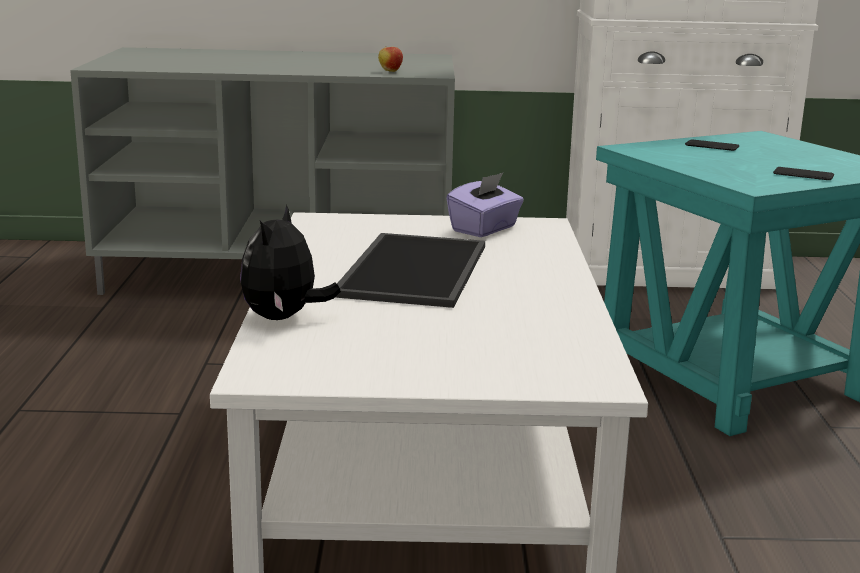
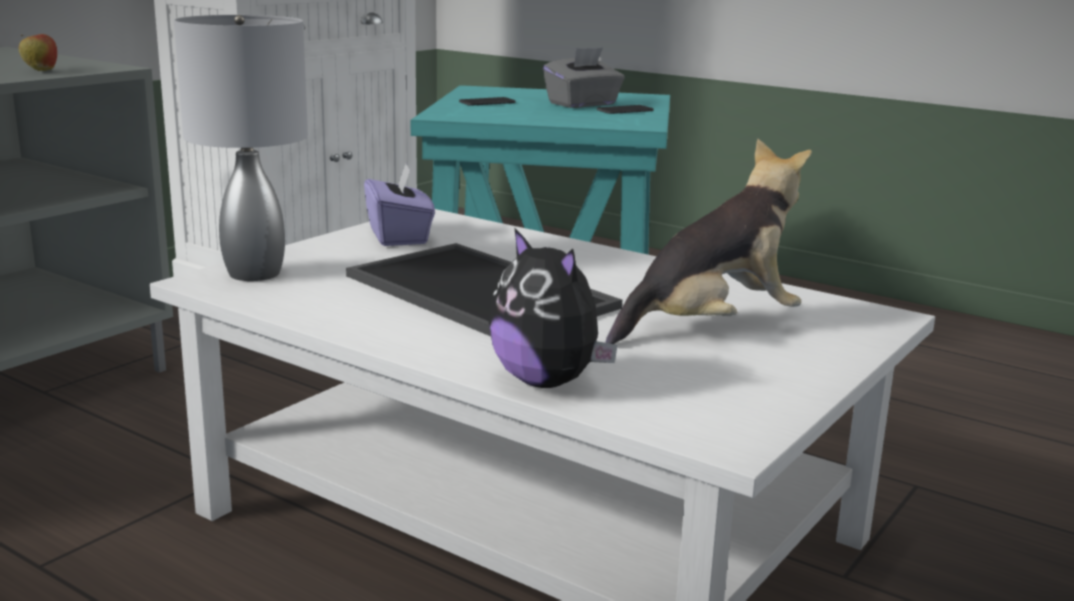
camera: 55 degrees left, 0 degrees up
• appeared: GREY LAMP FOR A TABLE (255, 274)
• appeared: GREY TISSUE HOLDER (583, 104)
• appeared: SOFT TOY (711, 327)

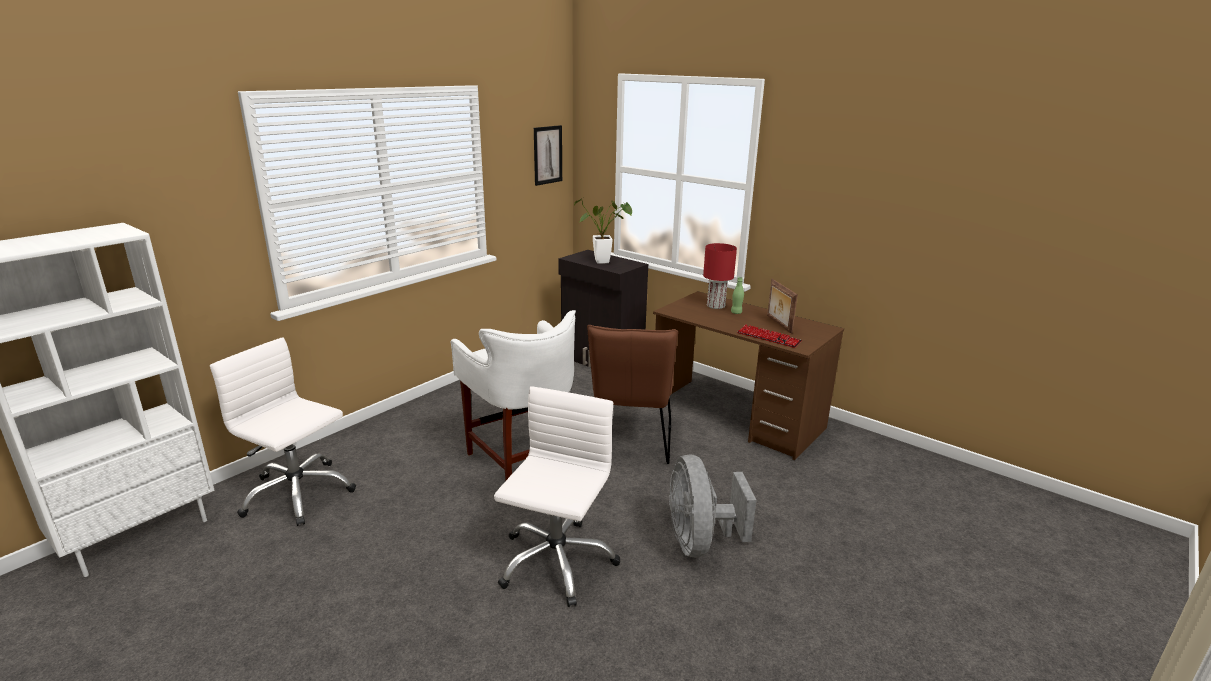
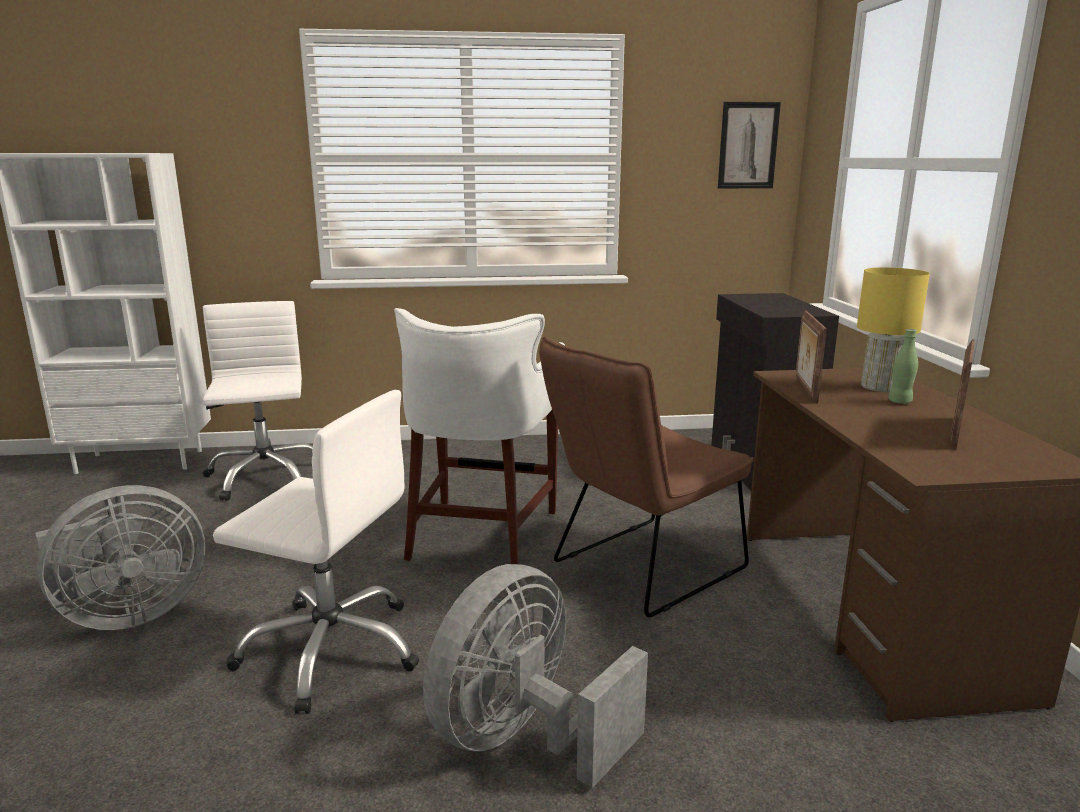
camera: 45 degrees right, 5 degrees down
• missing: PLANT IN A POT (606, 261)
• colour: RED-COLOURED LAMP FOR A TABLE (715, 306) to YELLOW LAMP FOR A TABLE (878, 386)
• missing: PC KEYBOARD (768, 337)
• spun: WHITE DESK CHAIR (556, 561) = (332, 649) 45 degrees clockwise
• appeared: PICTURE FRAME (805, 389)
• appeared: GREY COOLING FAN (128, 614)

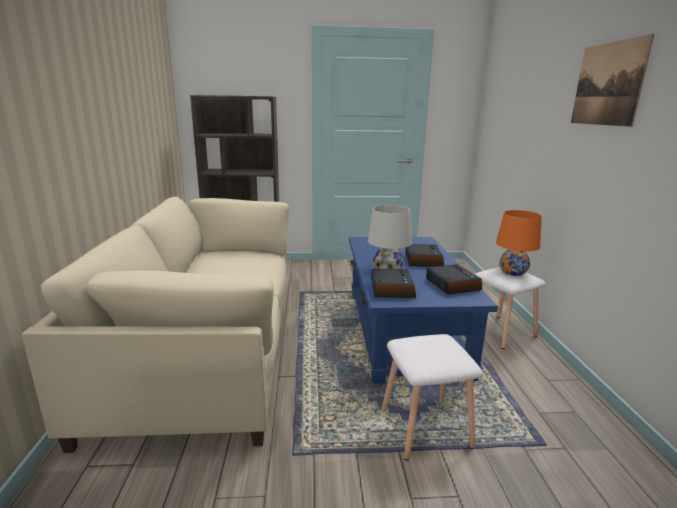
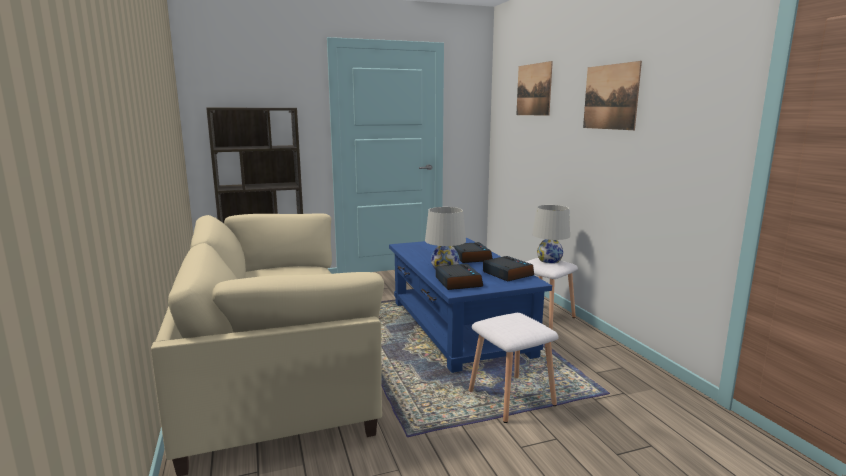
camera: 15 degrees left, 5 degrees down
• colour: ORANGEY LAMP FOR A TABLE (512, 272) to WHITE LAMP FOR A TABLE (549, 260)
• appeared: PICTURE (533, 89)

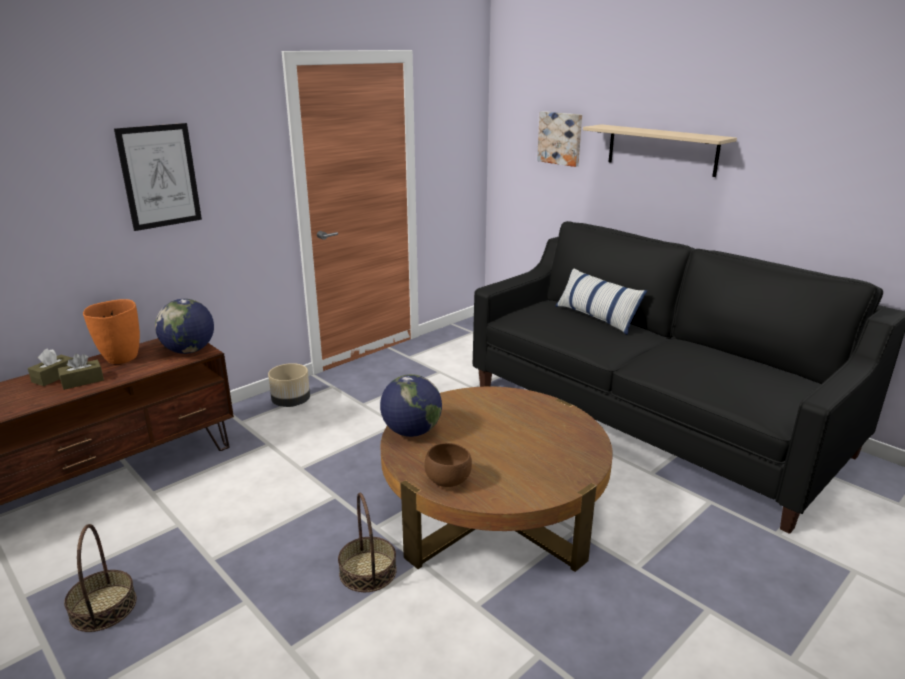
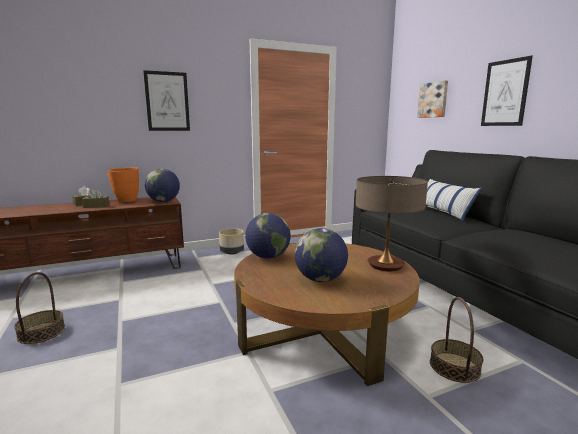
camera: 20 degrees right, 10 degrees down
• exchanged: BEIGE SHELF (661, 150) to PICTURE (505, 93)
• missing: BROWNISH BOWL (448, 481)
• relocated: STORAGE BASKET (368, 571) to (455, 367)
• appeared: LAMP FOR A TABLE (385, 265)
• appeared: DESK GLOBE (320, 279)

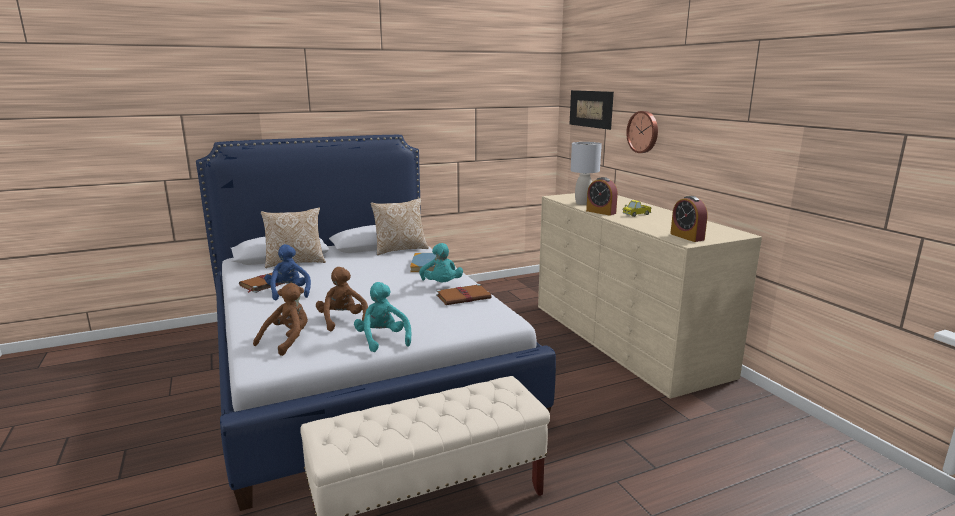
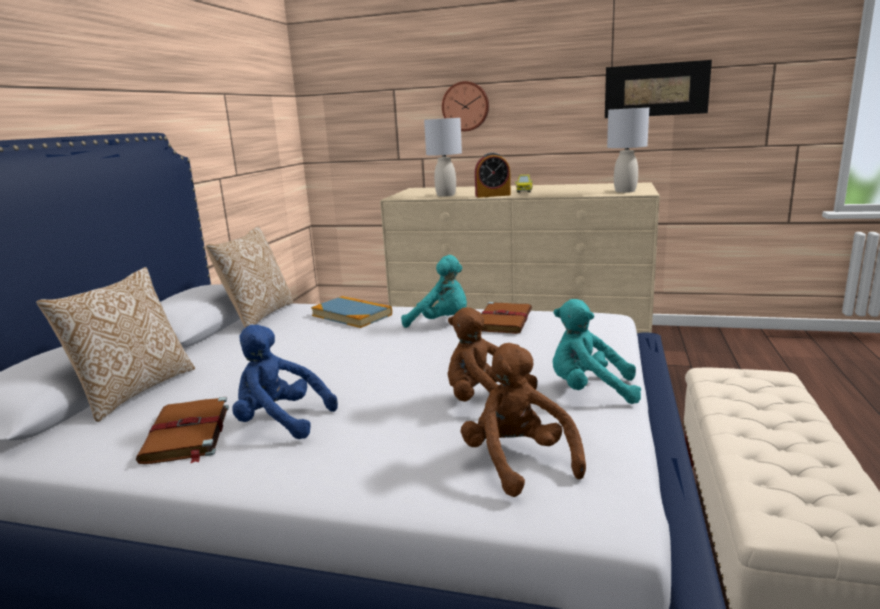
camera: 50 degrees left, 0 degrees up
• relocated: PICTURE (590, 109) to (656, 90)
• exchanged: TABLE CLOCK (687, 237) to GREY LAMP FOR A TABLE (625, 191)

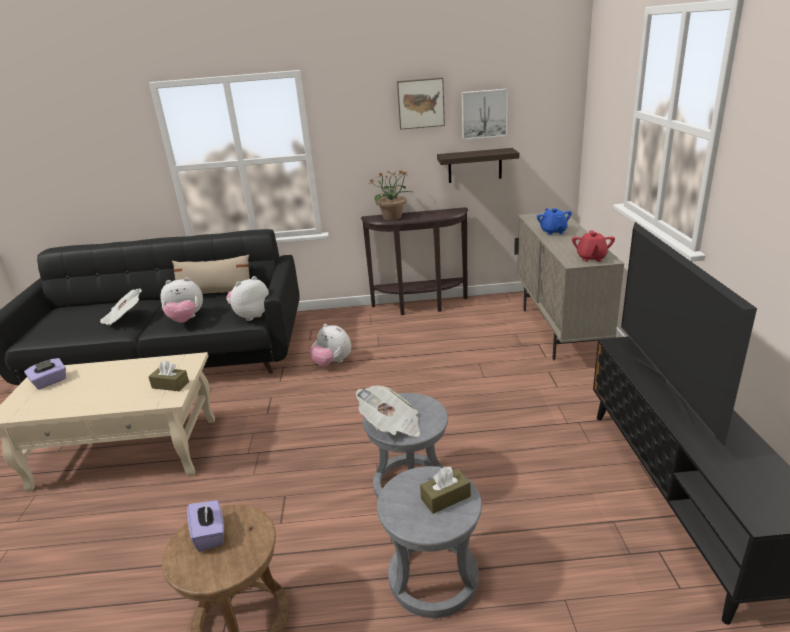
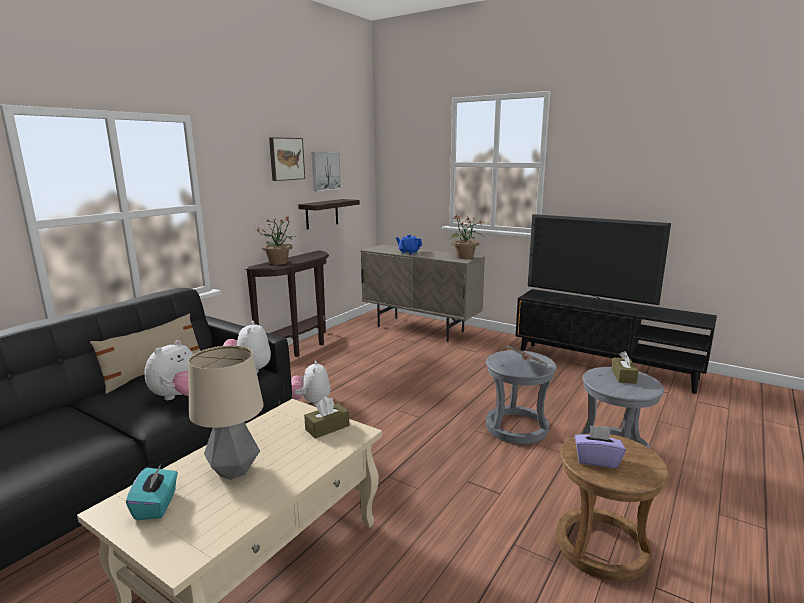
camera: 55 degrees left, 10 degrees down
• exchanged: RED-COLOURED TEA POT (591, 258) to PLANT IN A POT (465, 257)
• missing: DAILY PAPER (124, 318)
• spun: SOFT TOY (332, 363) = (311, 402) 105 degrees clockwise
• colour: PURPLE TISSUE HOLDER (50, 382) to TURQUOISE-COLOURED TISSUE HOLDER (156, 505)
• appeared: LAMP FOR A TABLE (233, 471)

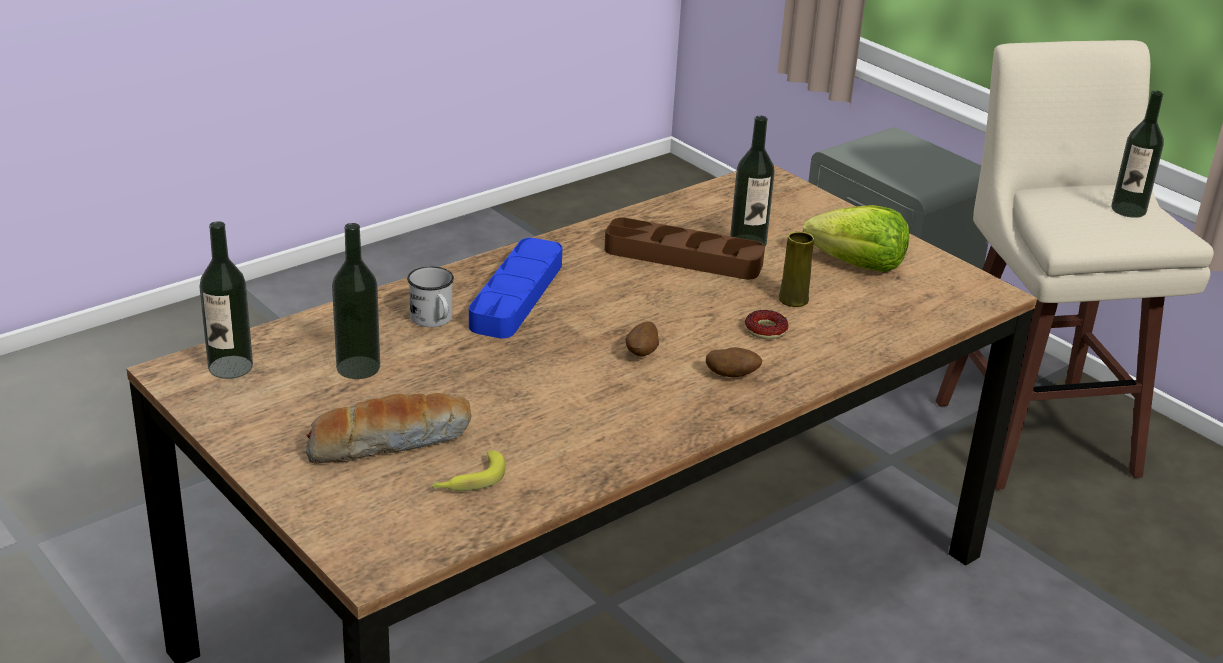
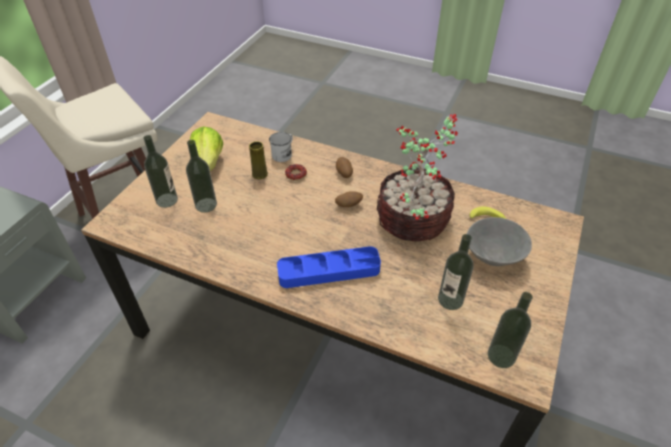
camera: 115 degrees left, 15 degrees up
• relocated: BOTTLE (1128, 210) to (167, 200)
• missing: BROWNISH TRAY (683, 257)
• relocated: WHITE TEA MUG (434, 320) to (284, 154)
• exchanged: BAKERY BREAD (389, 442) to GREY BOWL (492, 256)
• appeared: PLANT IN A POT (412, 221)

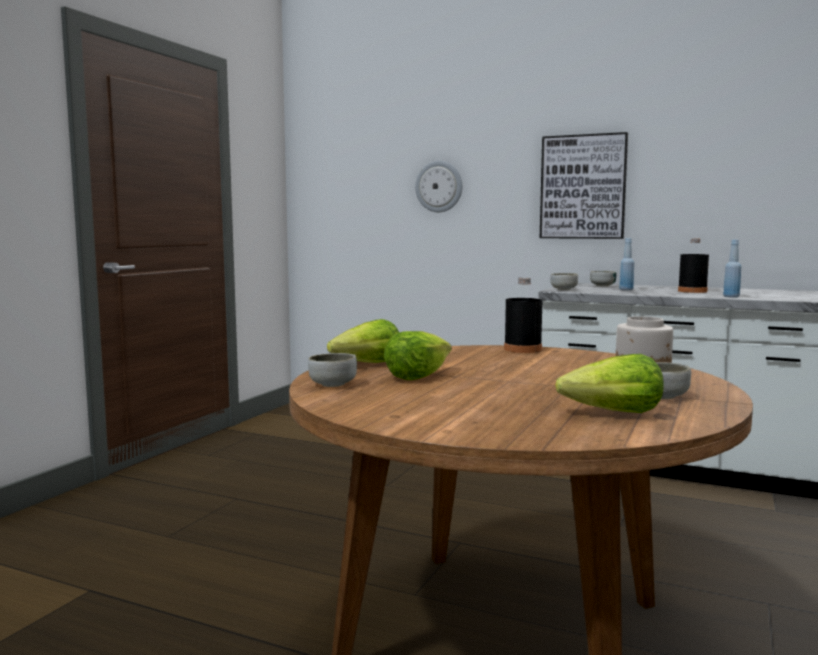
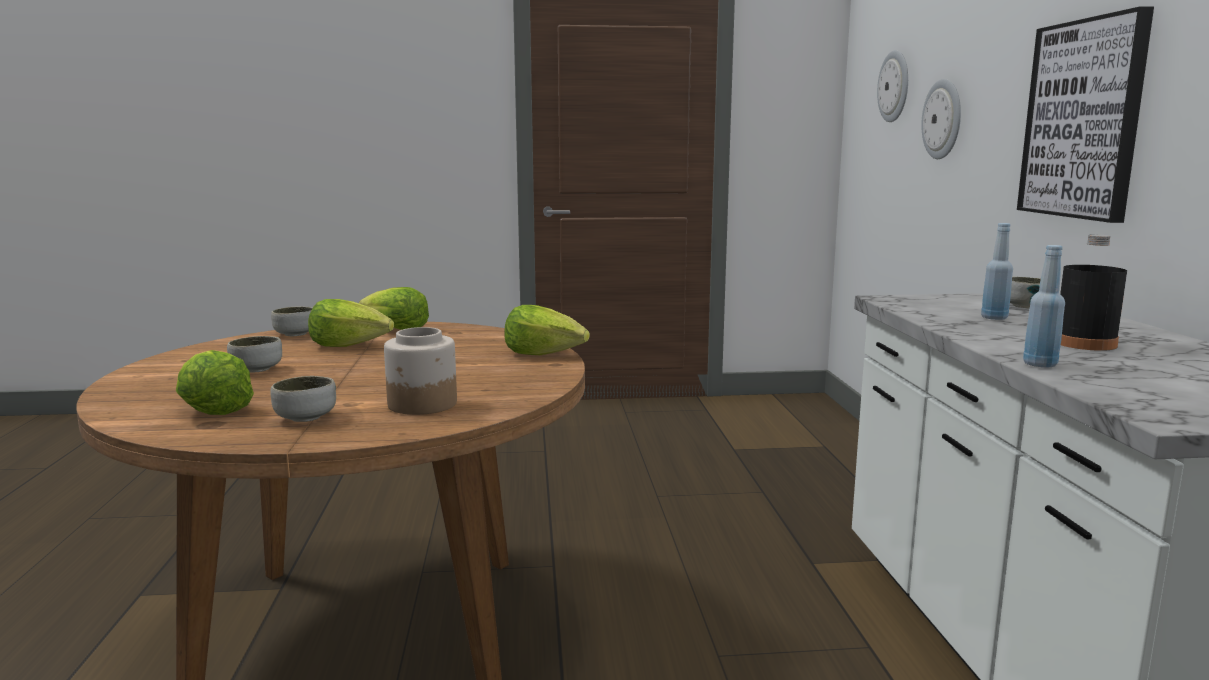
camera: 60 degrees right, 5 degrees up
• relocated: BOWL (563, 289) to (257, 369)
• exchanged: BLACKISH BOTTLE (522, 349) to LETTUCE HEAD (545, 354)
• appeared: CLOCK ON THE WALL (894, 86)

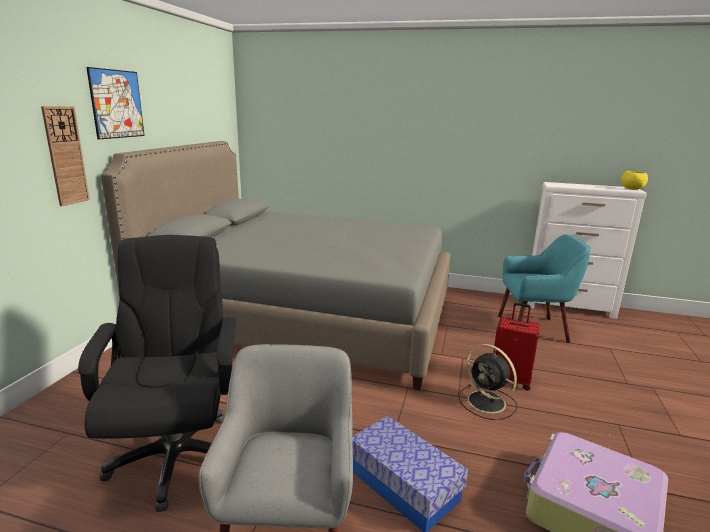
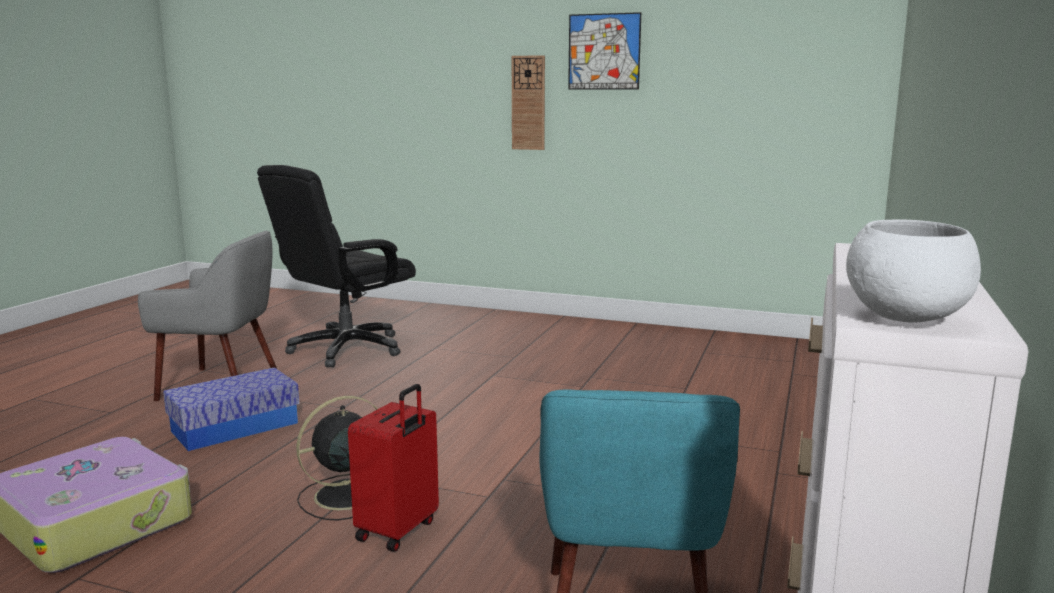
camera: 95 degrees right, 5 degrees down
• missing: GREY BED (304, 316)
• colour: YELLOW BOWL (632, 189) to WHITE BOWL (903, 318)
• spun: BLACKISH DESK CHAIR (176, 456) = (346, 349) 135 degrees clockwise

